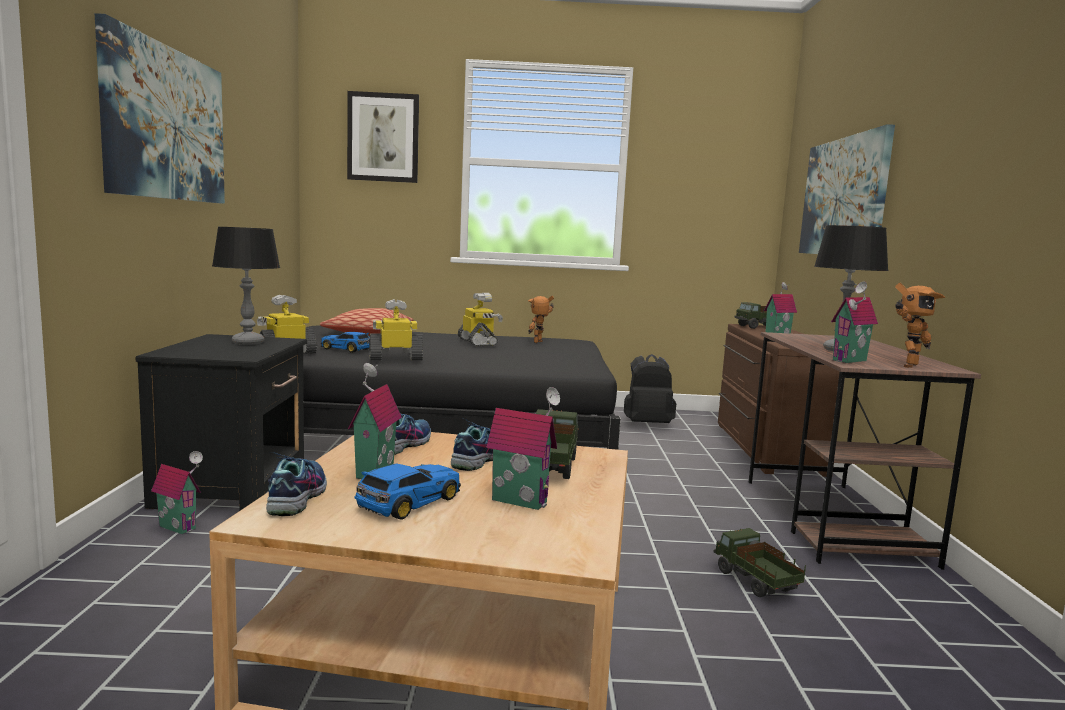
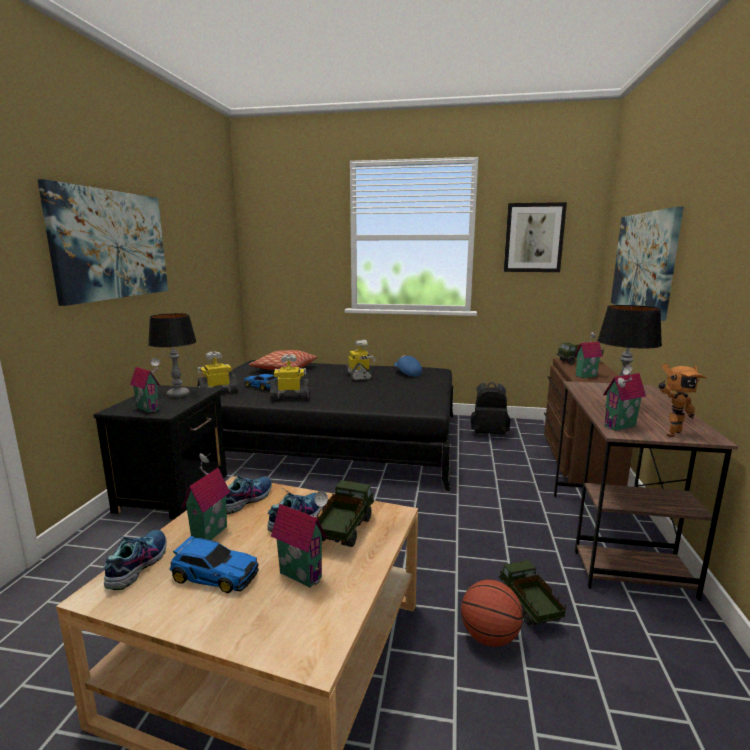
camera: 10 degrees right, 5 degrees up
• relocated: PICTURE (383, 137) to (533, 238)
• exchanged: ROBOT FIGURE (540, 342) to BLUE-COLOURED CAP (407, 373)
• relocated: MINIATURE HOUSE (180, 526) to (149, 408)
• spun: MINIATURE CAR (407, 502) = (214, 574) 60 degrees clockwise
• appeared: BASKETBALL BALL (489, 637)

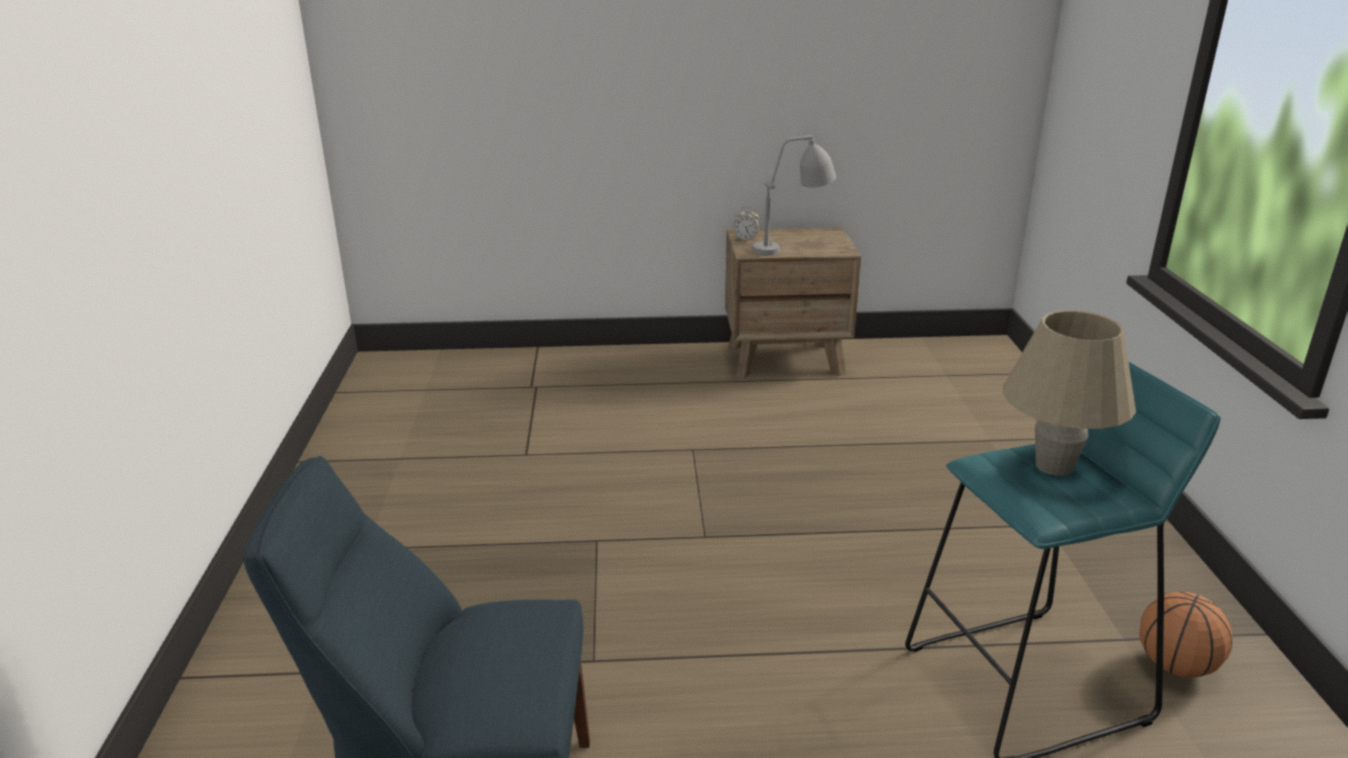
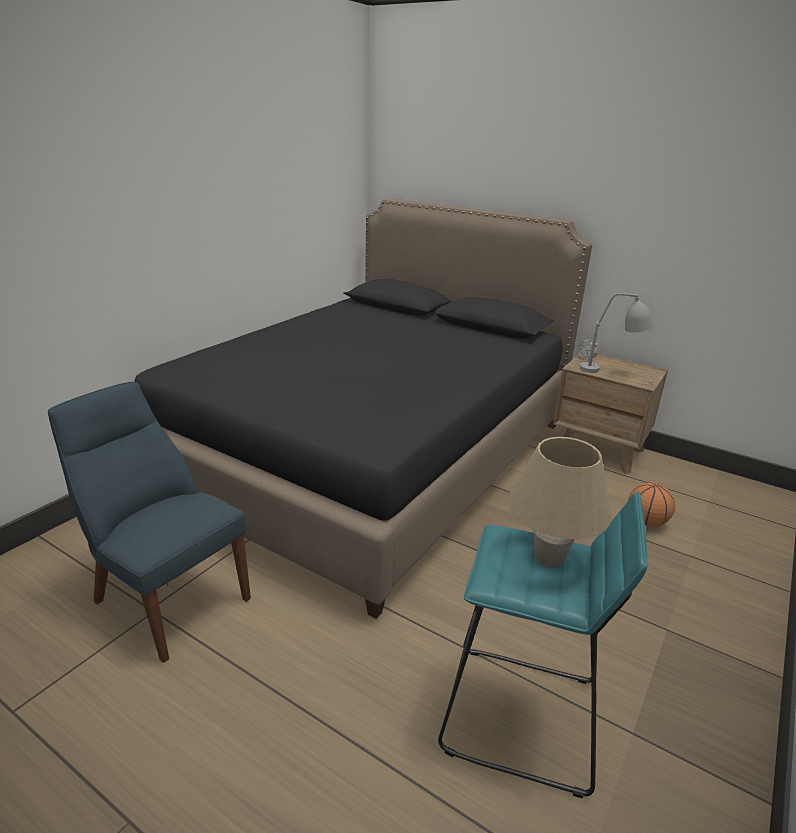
camera: 35 degrees right, 0 degrees up
• relocated: BASKETBALL BALL (1175, 666) to (646, 522)
• appeared: BLACKISH BED (373, 456)

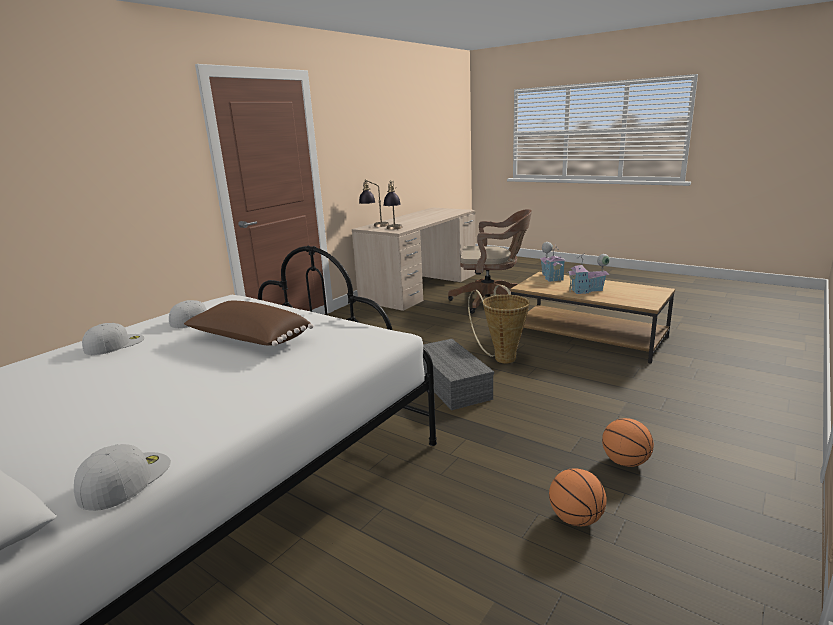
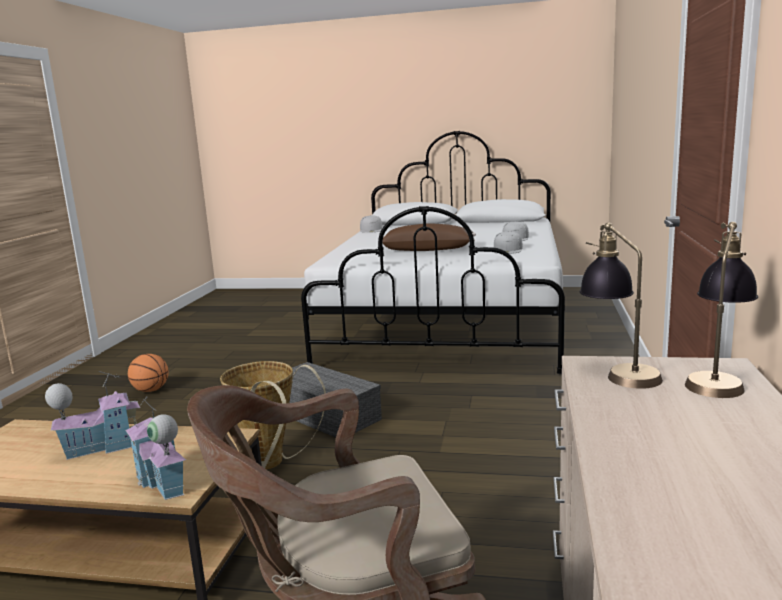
camera: 155 degrees right, 5 degrees down
• missing: BASKETBALL BALL (575, 519)

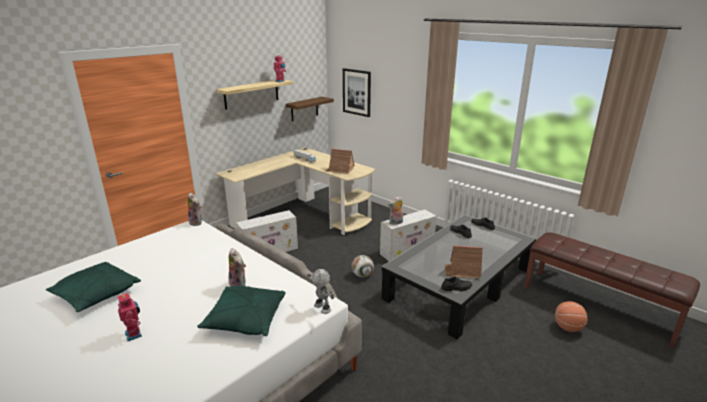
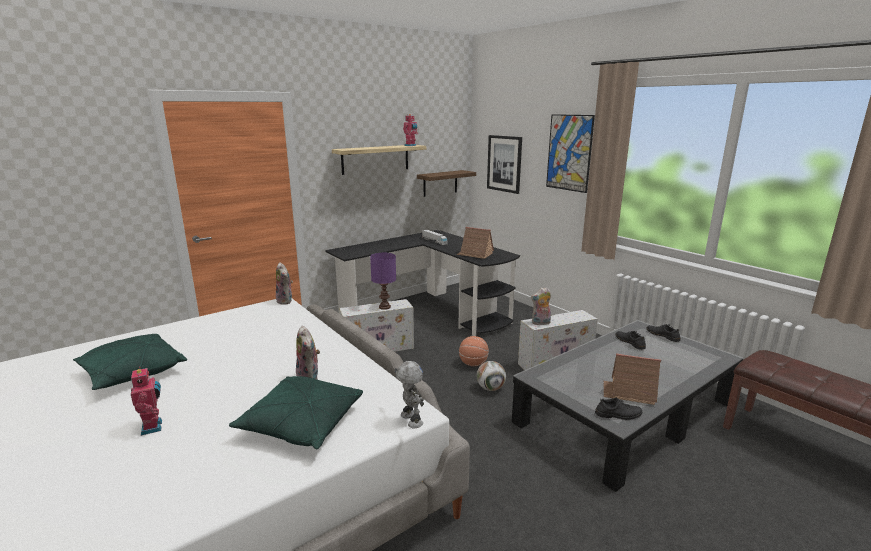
camera: 10 degrees right, 5 degrees down
• colour: BEIGE DESK UNIT (304, 216) to BLACKISH DESK UNIT (429, 312)
• relocated: BASKETBALL BALL (568, 328) to (473, 364)
• appeared: PICTURE (569, 153)
• appeared: PURPLE LAMP FOR A TABLE (385, 307)

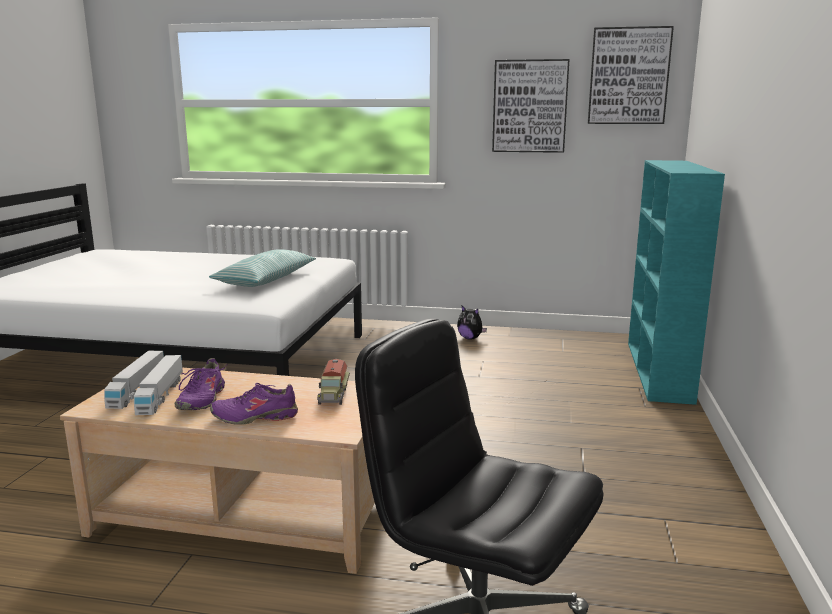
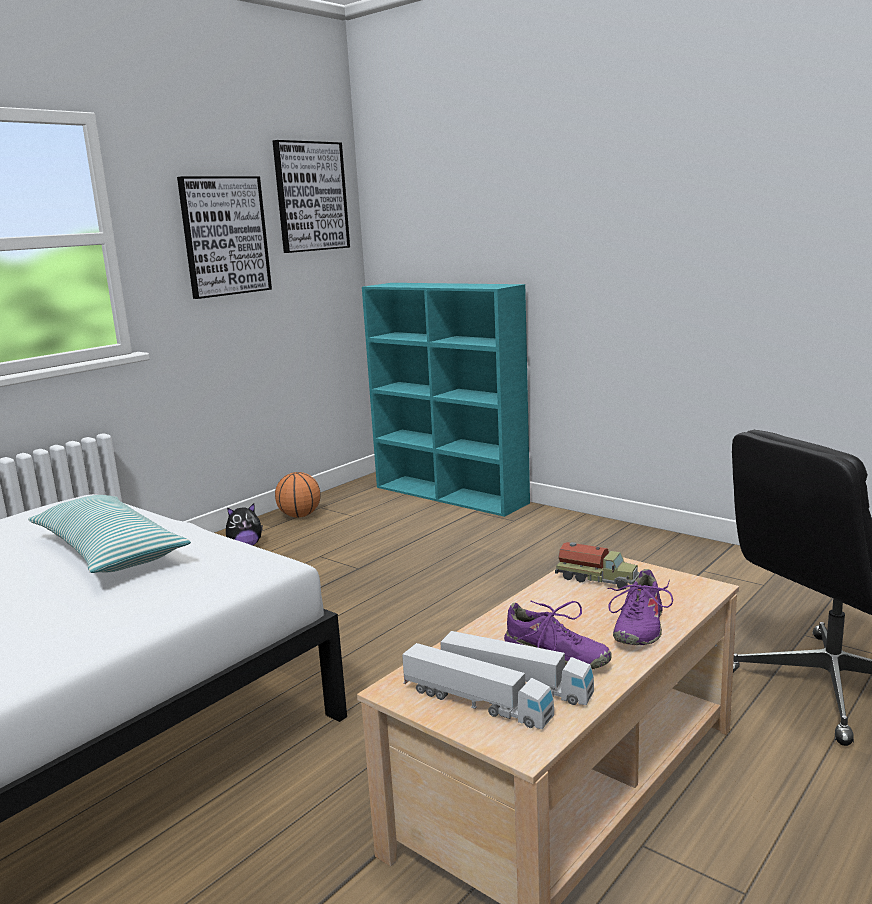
camera: 60 degrees left, 0 degrees up
• appeared: BASKETBALL BALL (300, 516)

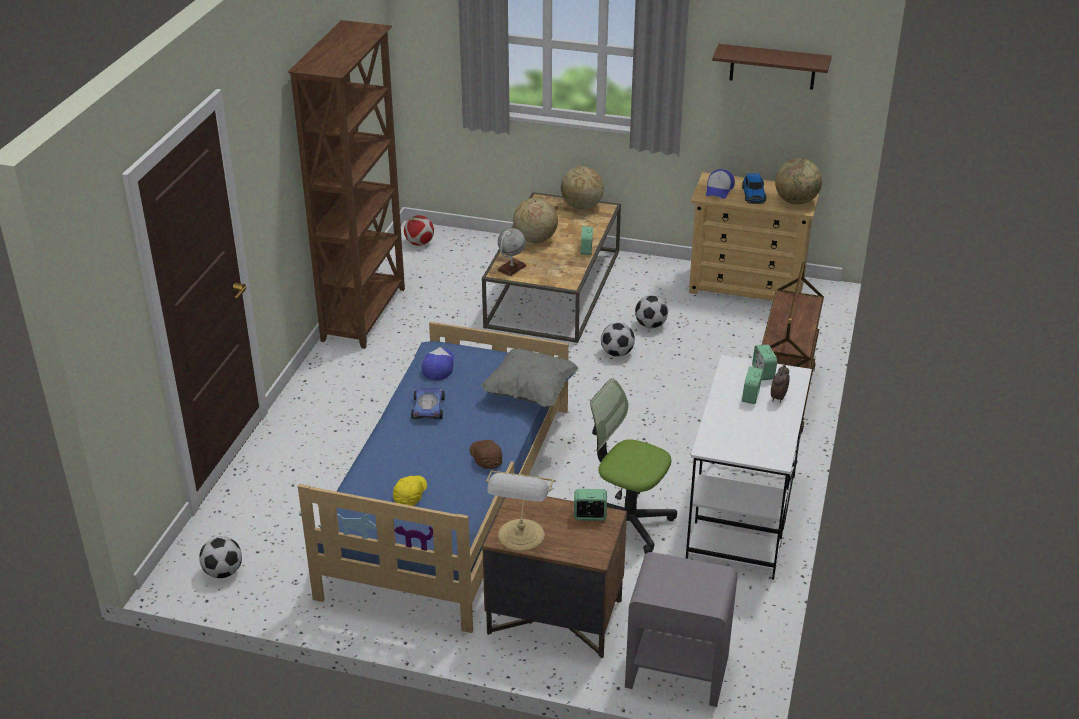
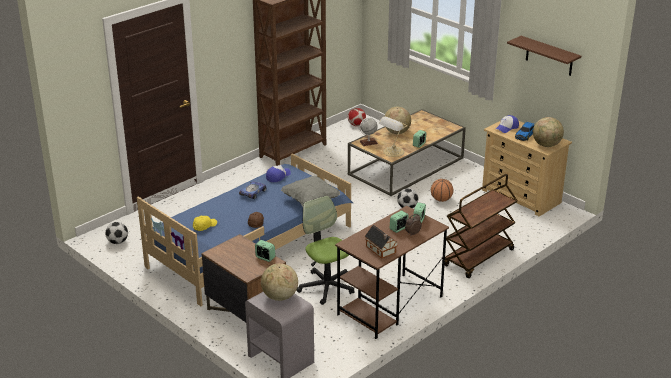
camera: 30 degrees right, 5 degrees down
• relocated: DESK GLOBE (581, 207) to (279, 297)
• exchanged: FOOTBALL BALL (650, 325) to BASKETBALL BALL (441, 200)
• colour: WHITE DESK UNIT (741, 518) to BROWNISH DESK UNIT (389, 306)
• relocated: LAMP FOR A TABLE (521, 537) to (393, 152)
• appeared: MINIATURE HOUSE (381, 250)

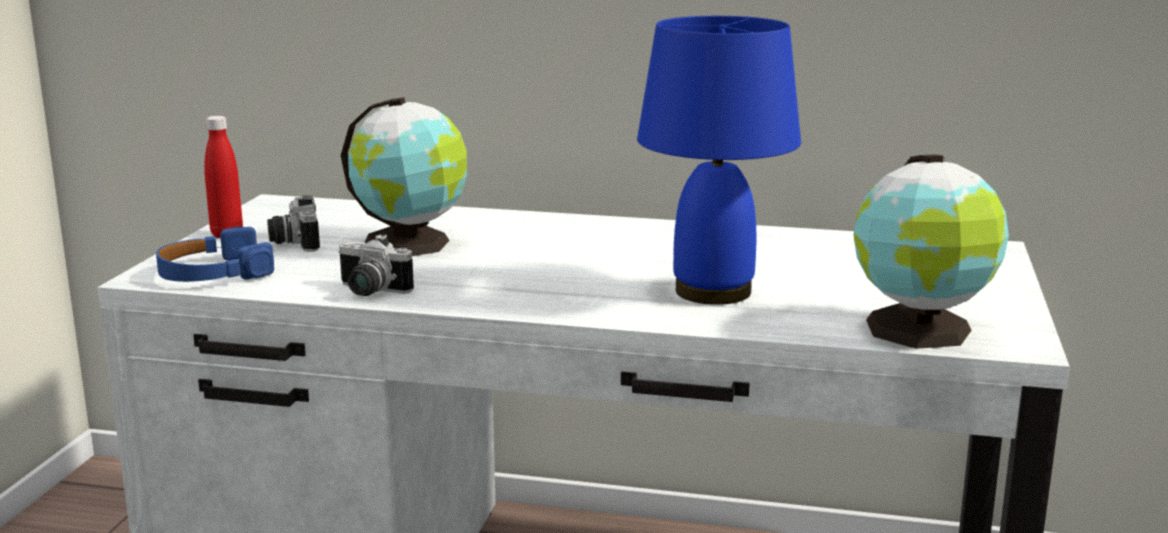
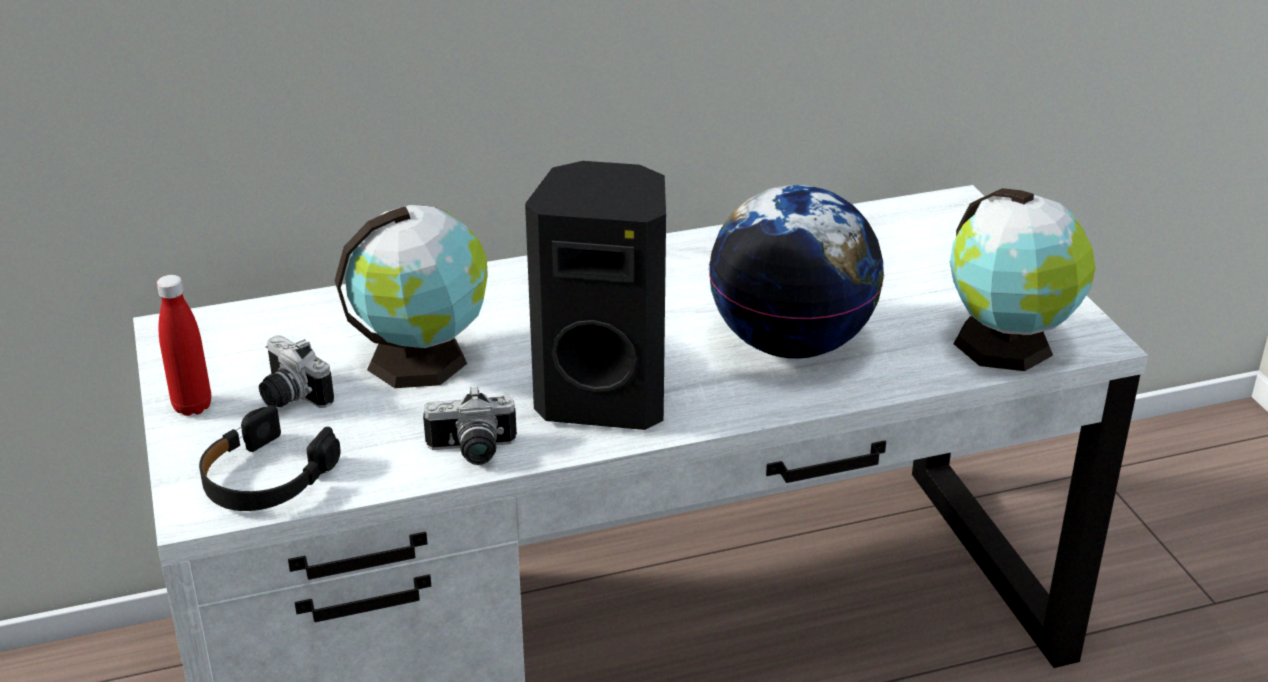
camera: 30 degrees left, 15 degrees up
• exchanged: BLUE-COLOURED LAMP FOR A TABLE (713, 291) to DESK GLOBE (792, 343)
• colour: BLUE-COLOURED PAIR OF HEADPHONES (214, 273) to BLACKISH PAIR OF HEADPHONES (265, 478)
• appeared: BLACKISH SPEAKER (604, 398)

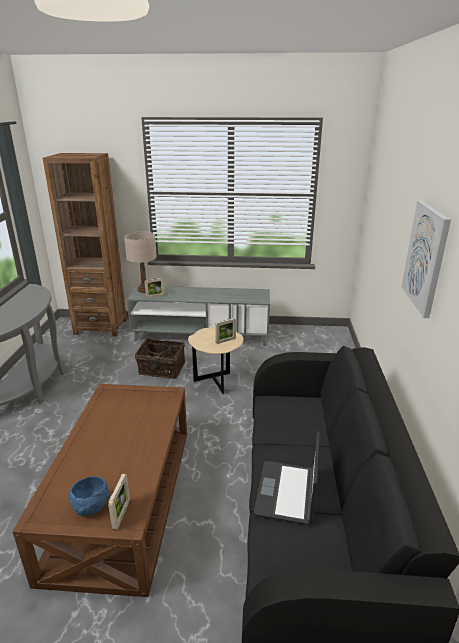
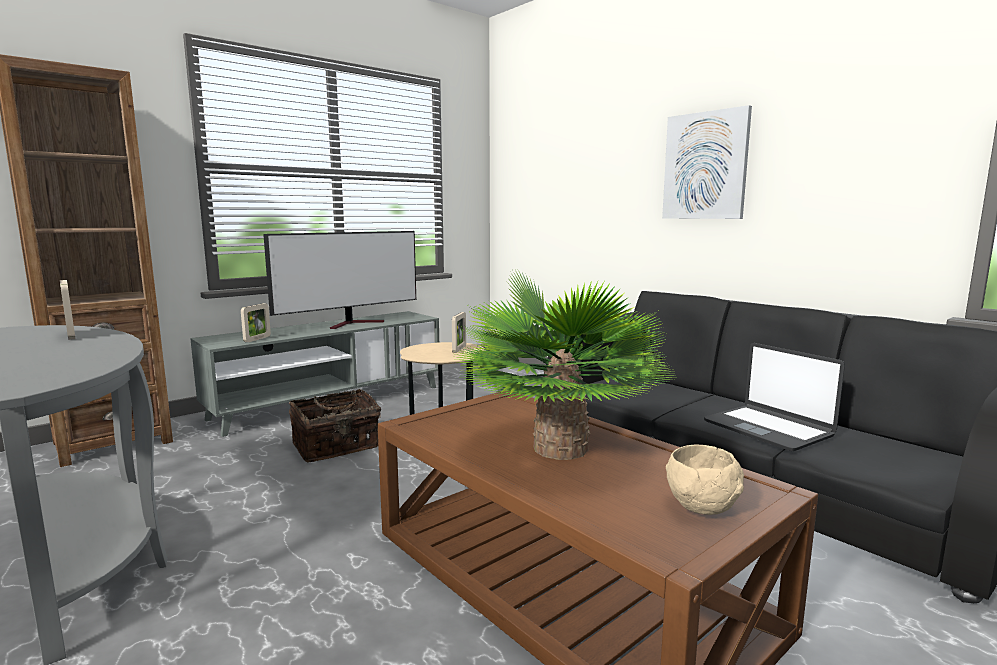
camera: 45 degrees left, 15 degrees down
• missing: BEIGE LAMP FOR A TABLE (144, 289)
• relocated: PICTURE FRAME (121, 515) to (71, 335)
• colour: BLUE-COLOURED BOWL (91, 507) to BEIGE BOWL (701, 506)
• appeared: TV SET (355, 323)
• appeared: PLANT IN A POT (560, 449)

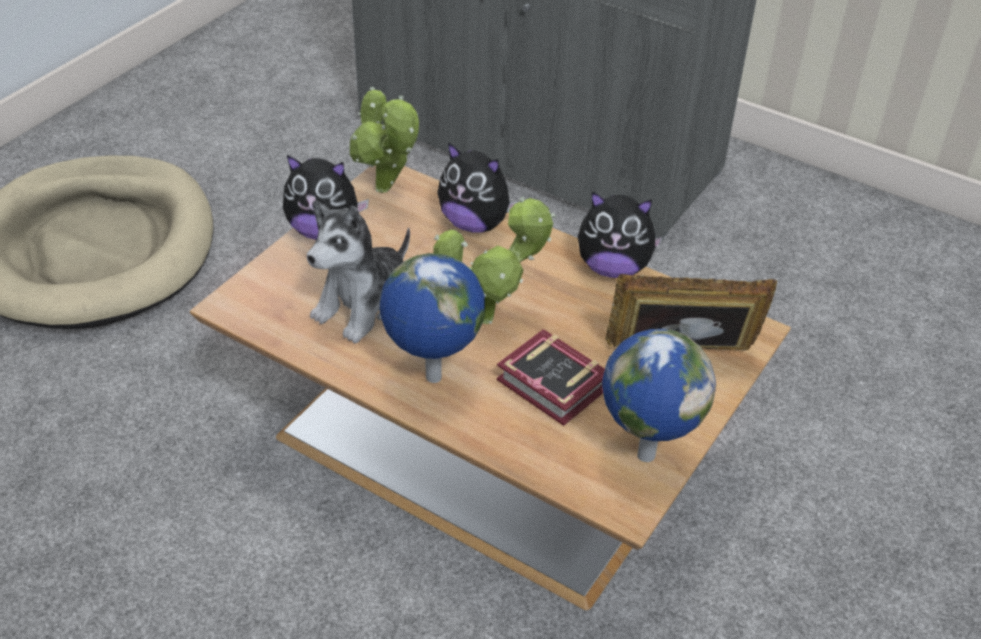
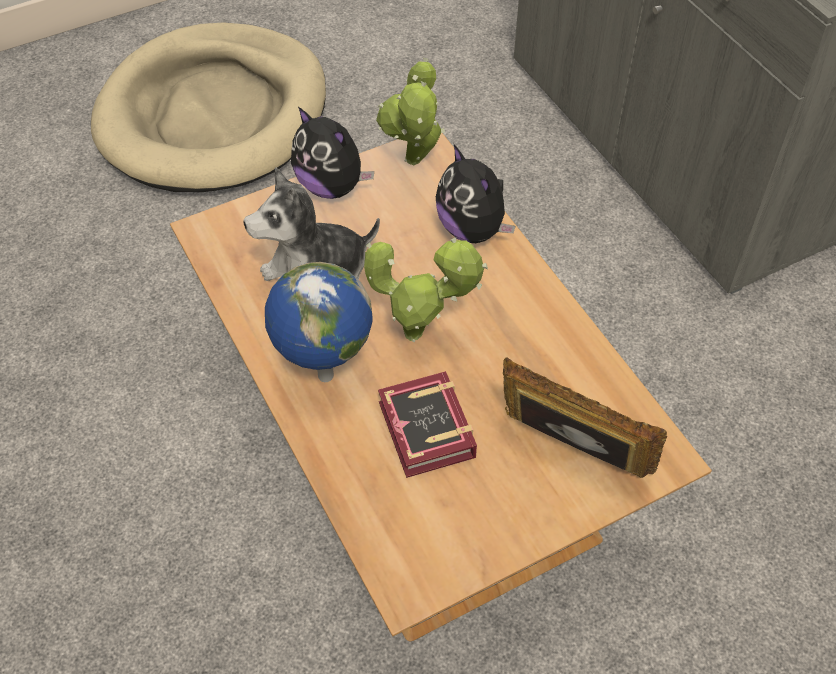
camera: 30 degrees right, 10 degrees up
• missing: SOFT TOY (613, 268)
• missing: DESK GLOBE (644, 454)

